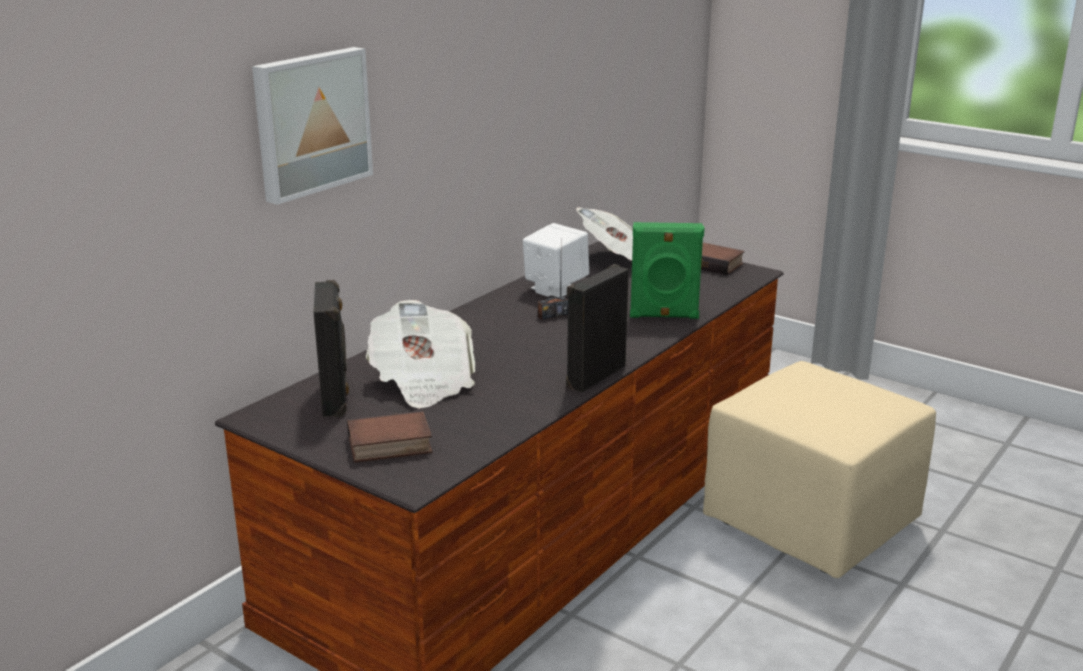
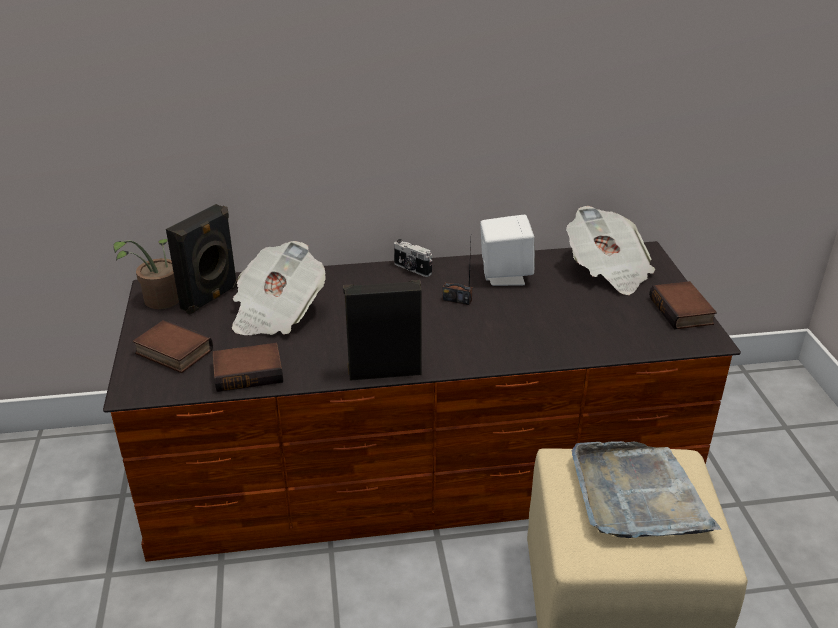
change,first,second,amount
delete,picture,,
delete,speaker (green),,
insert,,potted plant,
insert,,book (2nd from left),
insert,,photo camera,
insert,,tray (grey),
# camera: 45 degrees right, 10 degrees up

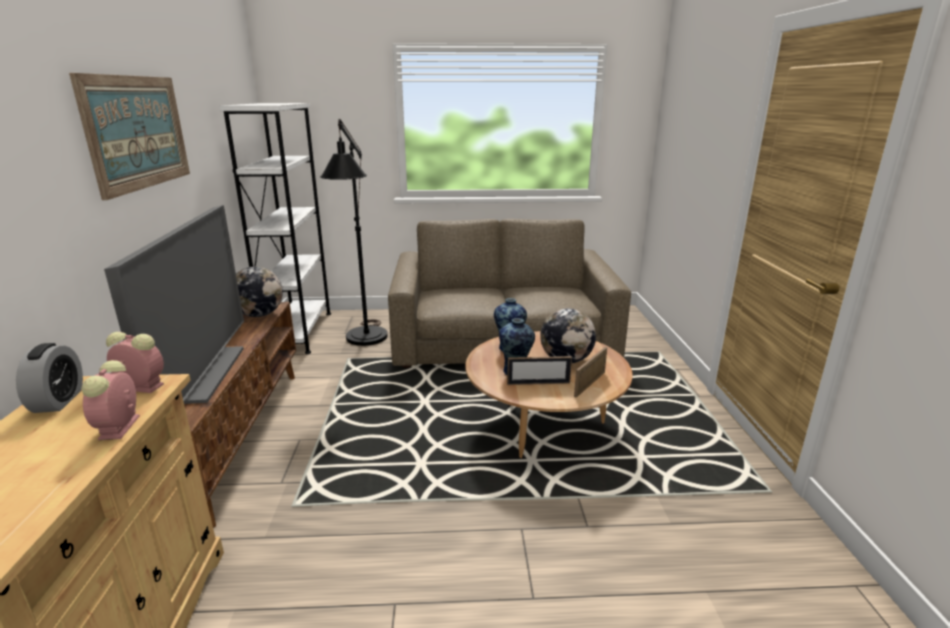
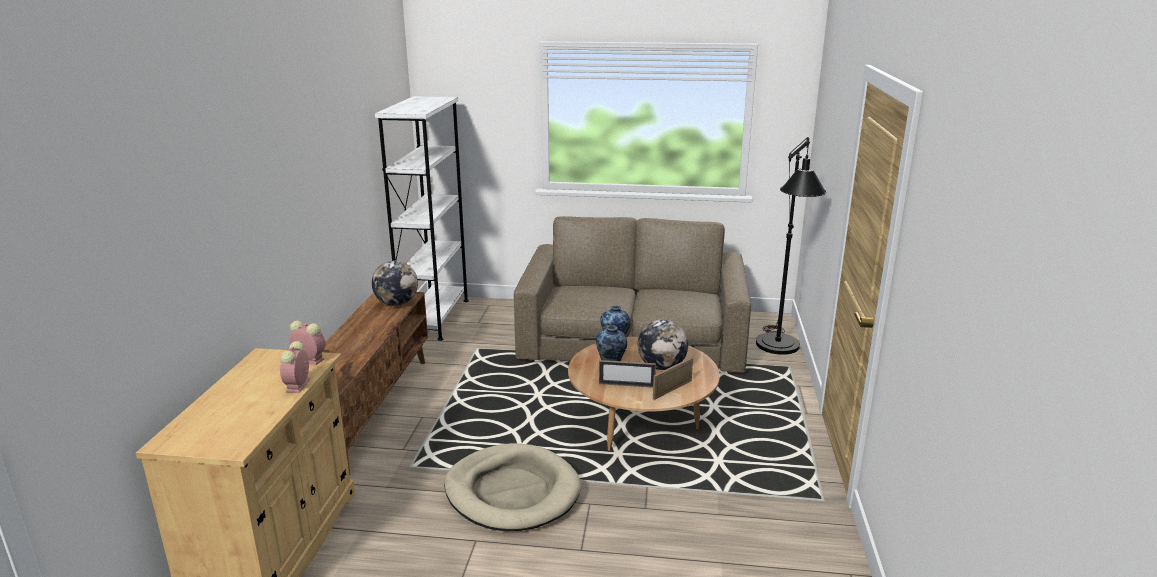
change,first,second,amount
delete,alarm clock (1st from left),,
delete,picture,,
delete,television,,
insert,,dog bed (beige),
move,floor lamp (black),,
# camera: 10 degrees right, 0 degrees up

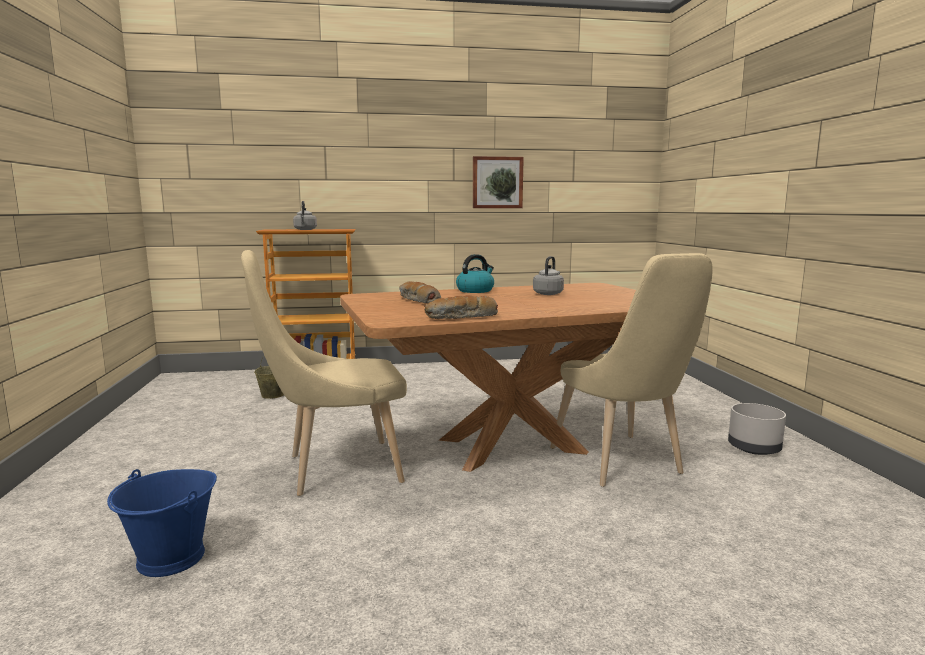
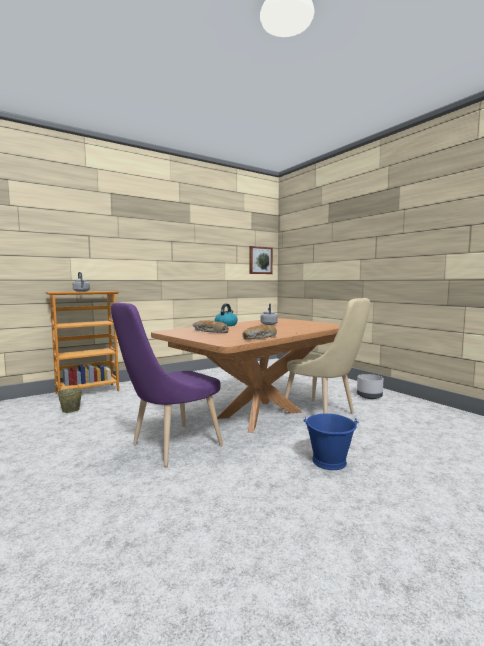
change,first,second,amount
move,bucket (blue),,
move,picture,,
recolor,chair (beige) (1st from left),chair (purple),
# camera: 25 degrees left, 5 degrees down

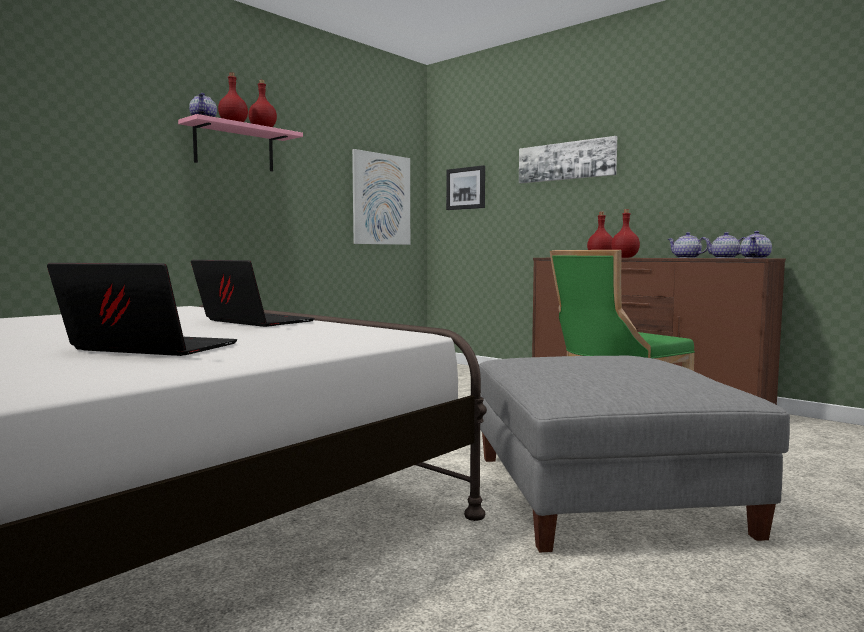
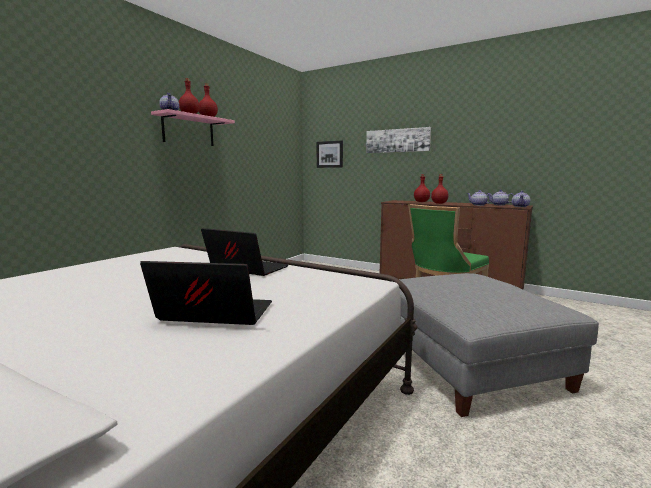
change,first,second,amount
delete,picture (1st from left),,
# camera: 10 degrees left, 5 degrees up

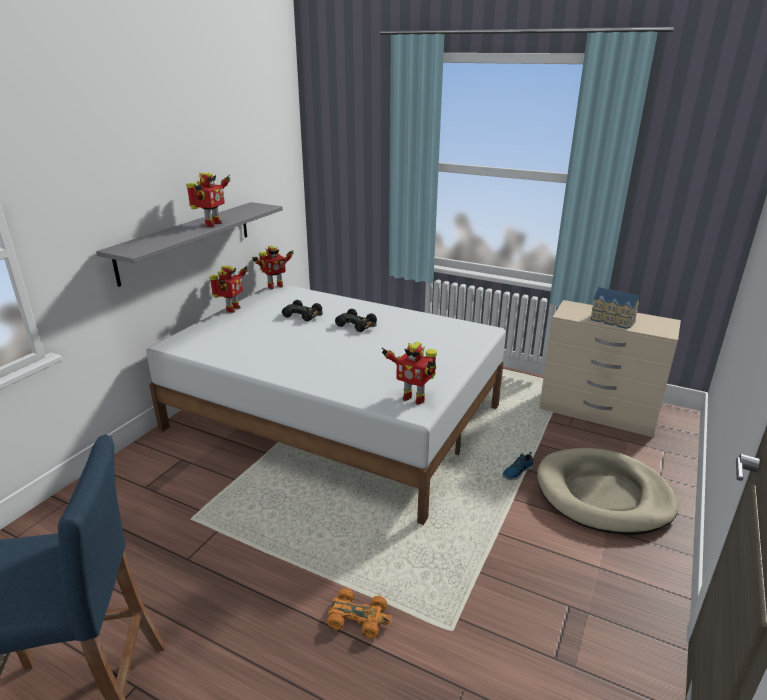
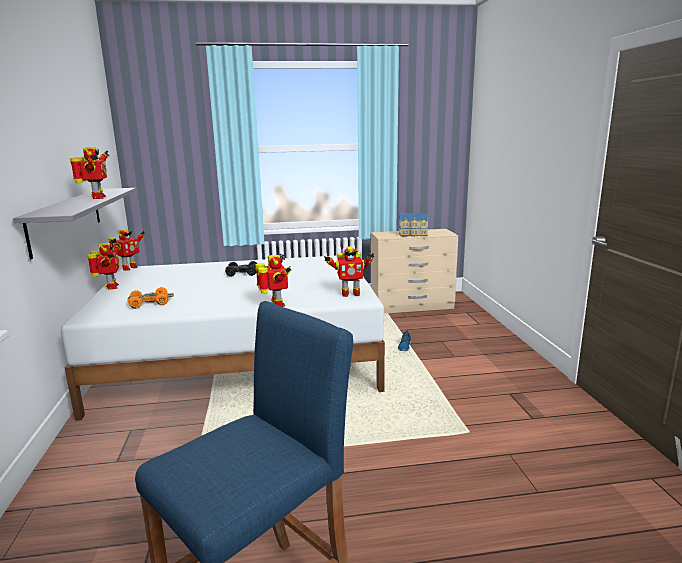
change,first,second,amount
delete,toy car (black) (1st from left),,
delete,dog bed (beige),,
insert,,toy robot (4th from left),
move,toy car (orange),,
# camera: 35 degrees left, 10 degrees down

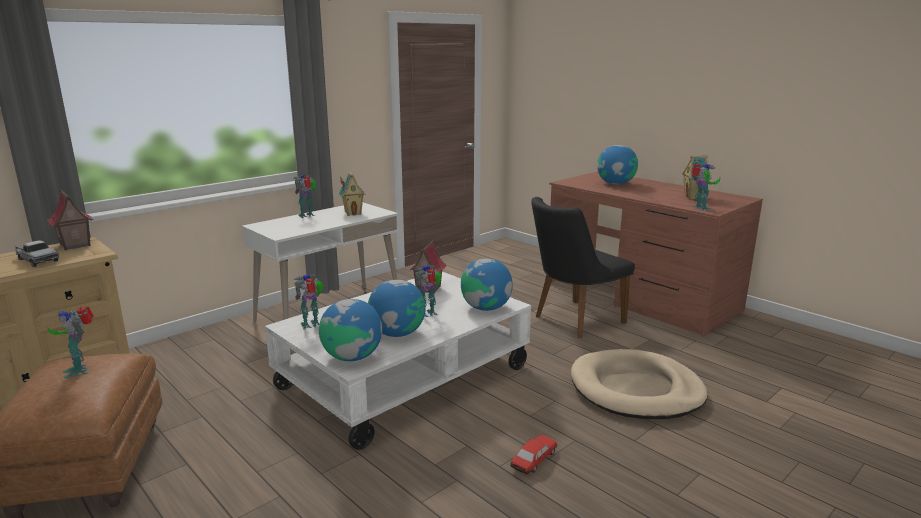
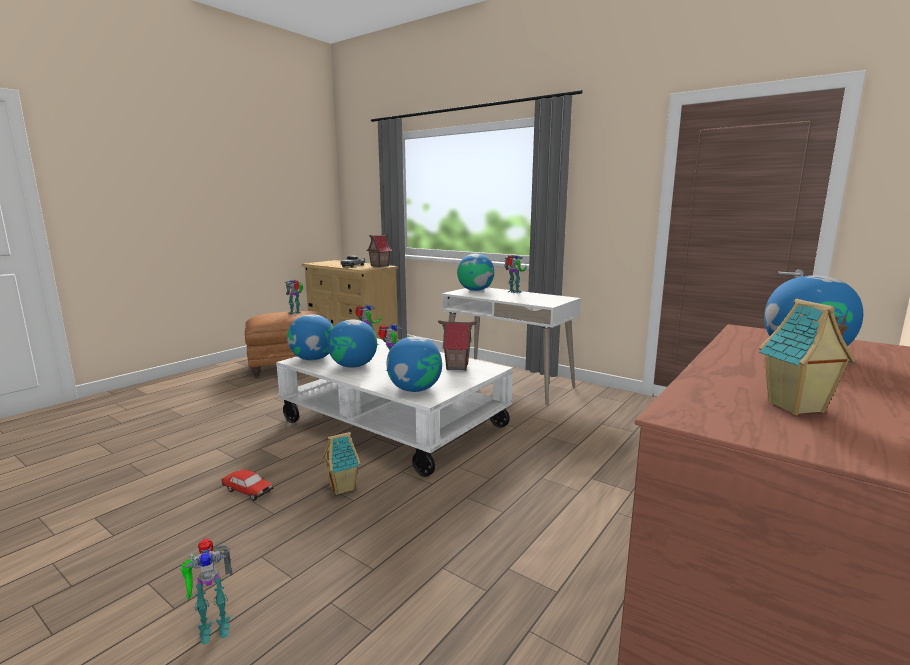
change,first,second,amount
delete,chair (black),,
delete,dog bed (beige),,
insert,,globe (4th from left),
move,toy house (2nd from left in the first image),toy house (1st from left),
move,toy robot (5th from left in the first image),toy robot (1st from left),
# camera: 80 degrees right, 5 degrees down

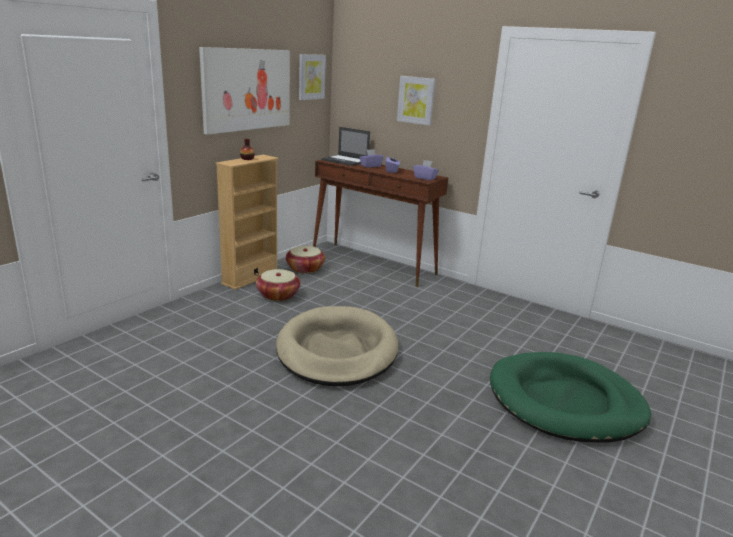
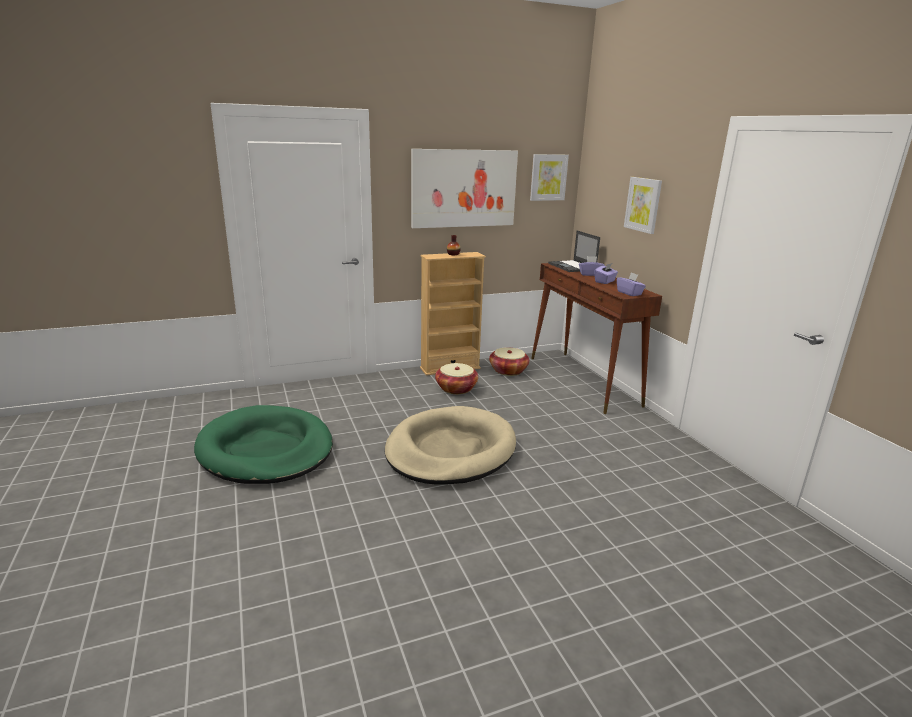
change,first,second,amount
move,dog bed (green),,
# camera: 35 degrees right, 0 degrees up

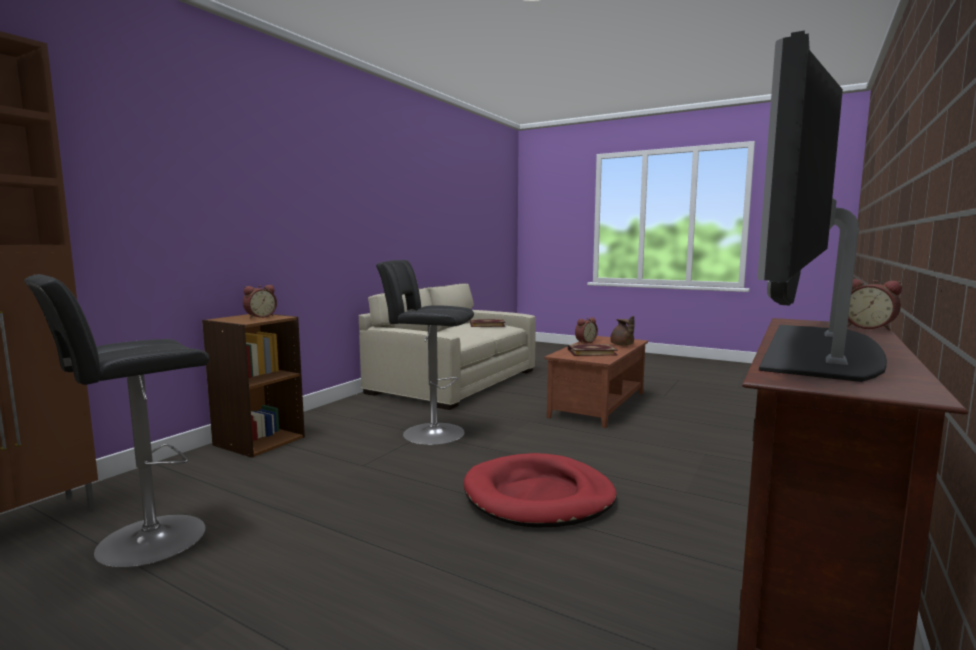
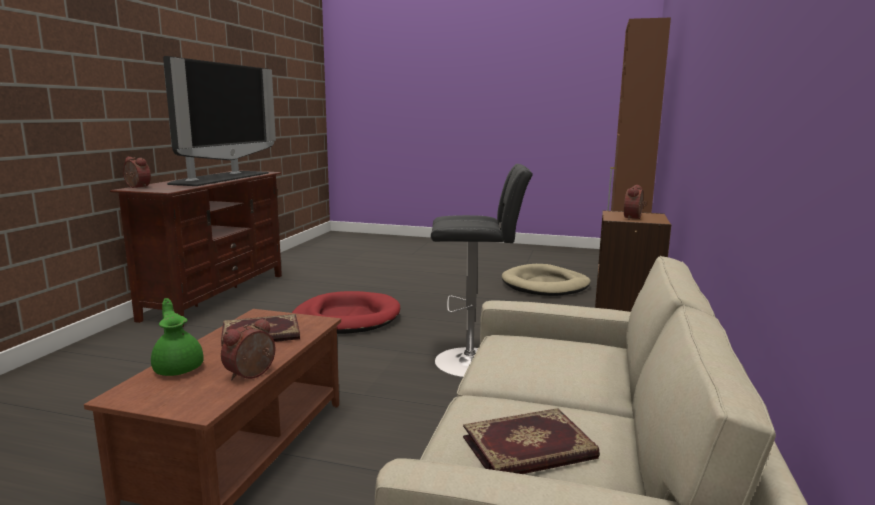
change,first,second,amount
replace,stool (black) (1st from left),dog bed (beige),
recolor,teapot (brown),teapot (green),
# camera: 165 degrees right, 5 degrees up

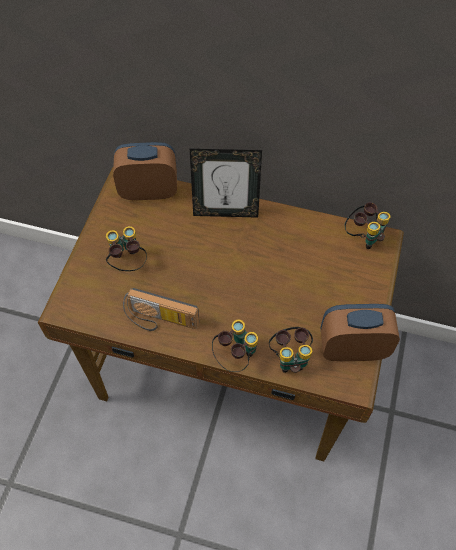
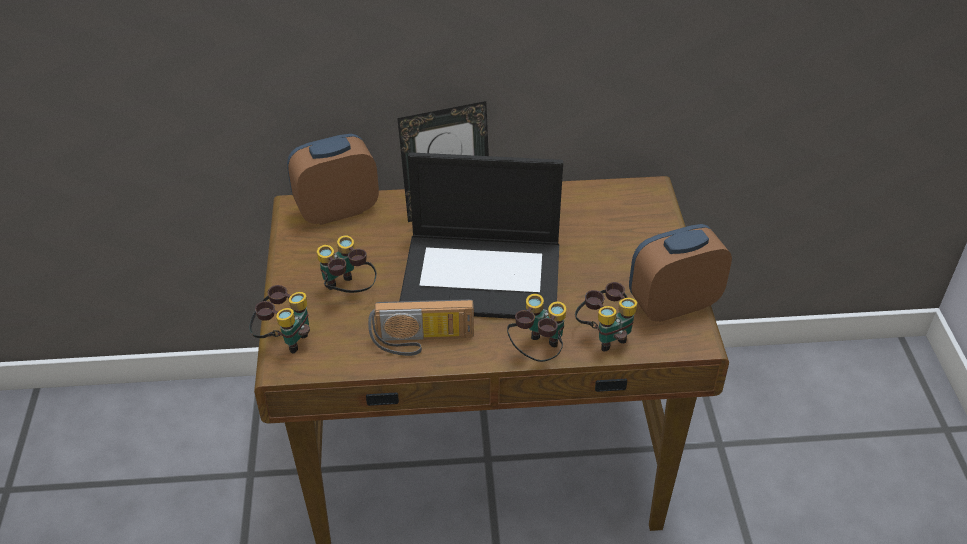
change,first,second,amount
insert,,laptop,
move,binoculars (4th from left in the first image),binoculars (1st from left),
# camera: 20 degrees left, 15 degrees down

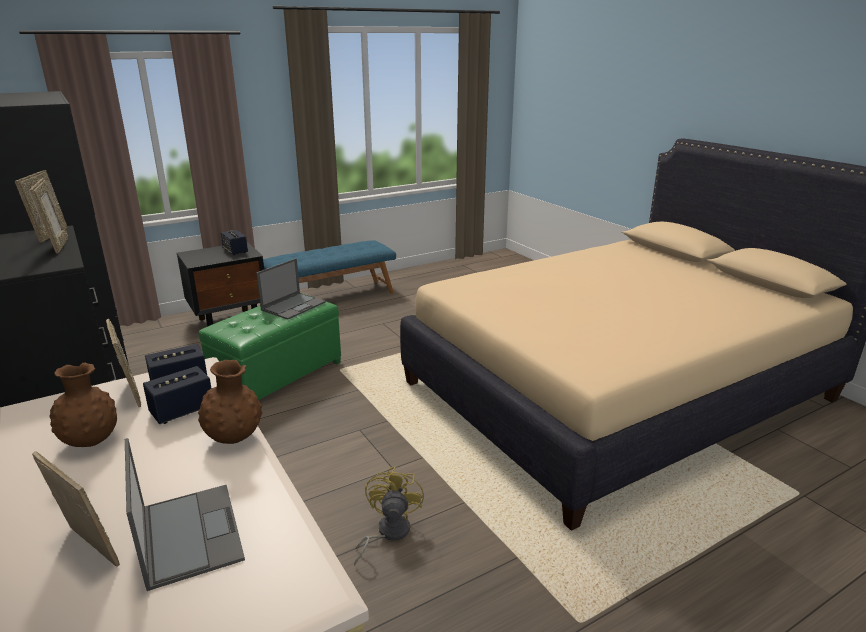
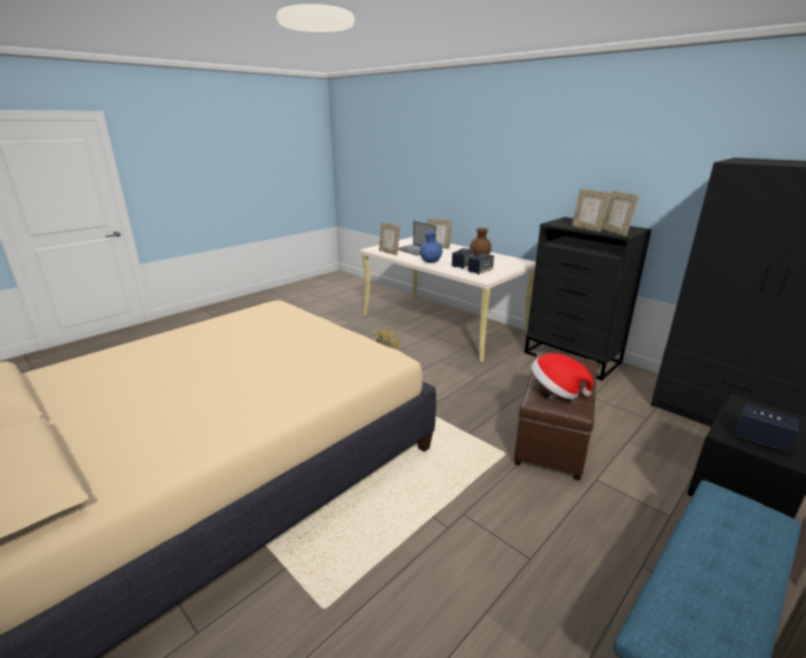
change,first,second,amount
move,picture frame (4th from left in the first image),picture frame (1st from left),
replace,laptop (2nd from left),hat,
recolor,vase (brown) (2nd from left),vase (blue),
recolor,ottoman (green),ottoman (brown),
# camera: 165 degrees right, 0 degrees up

